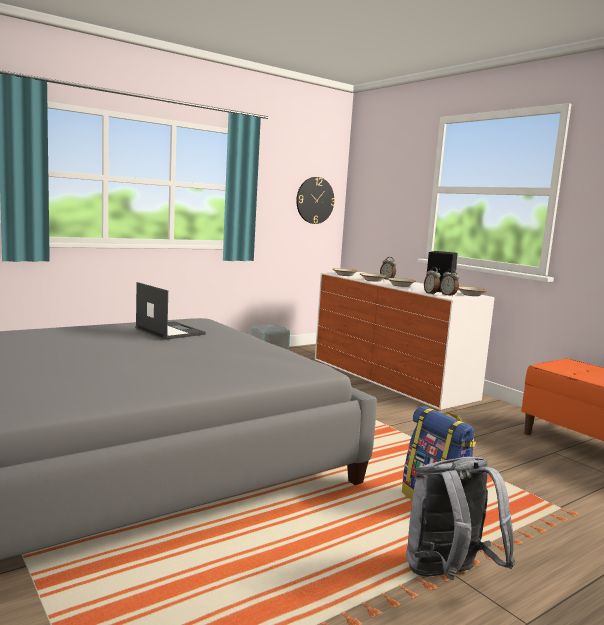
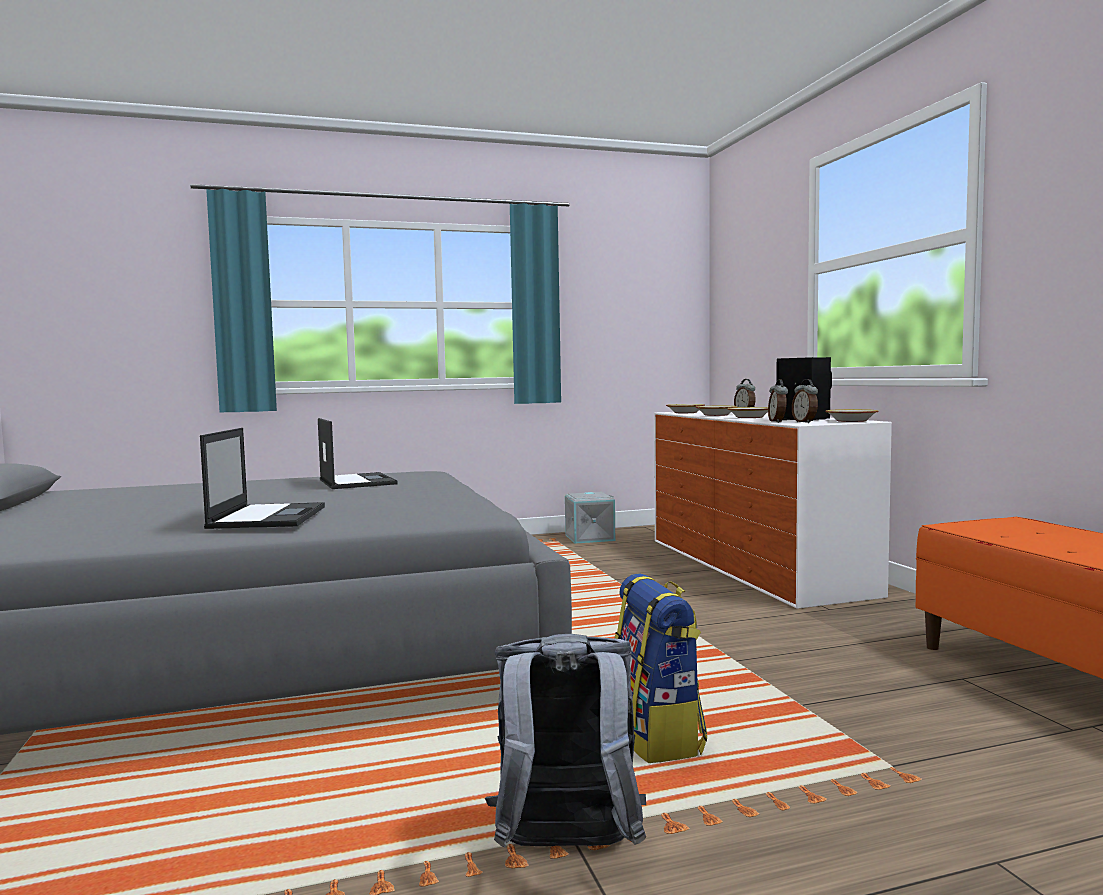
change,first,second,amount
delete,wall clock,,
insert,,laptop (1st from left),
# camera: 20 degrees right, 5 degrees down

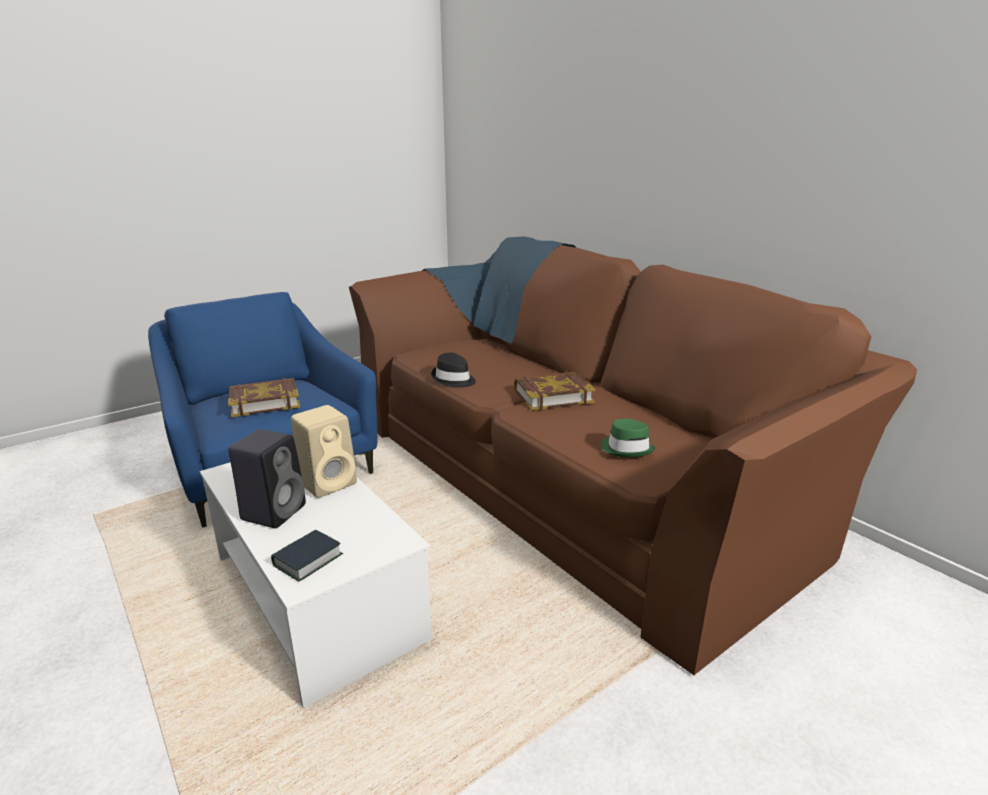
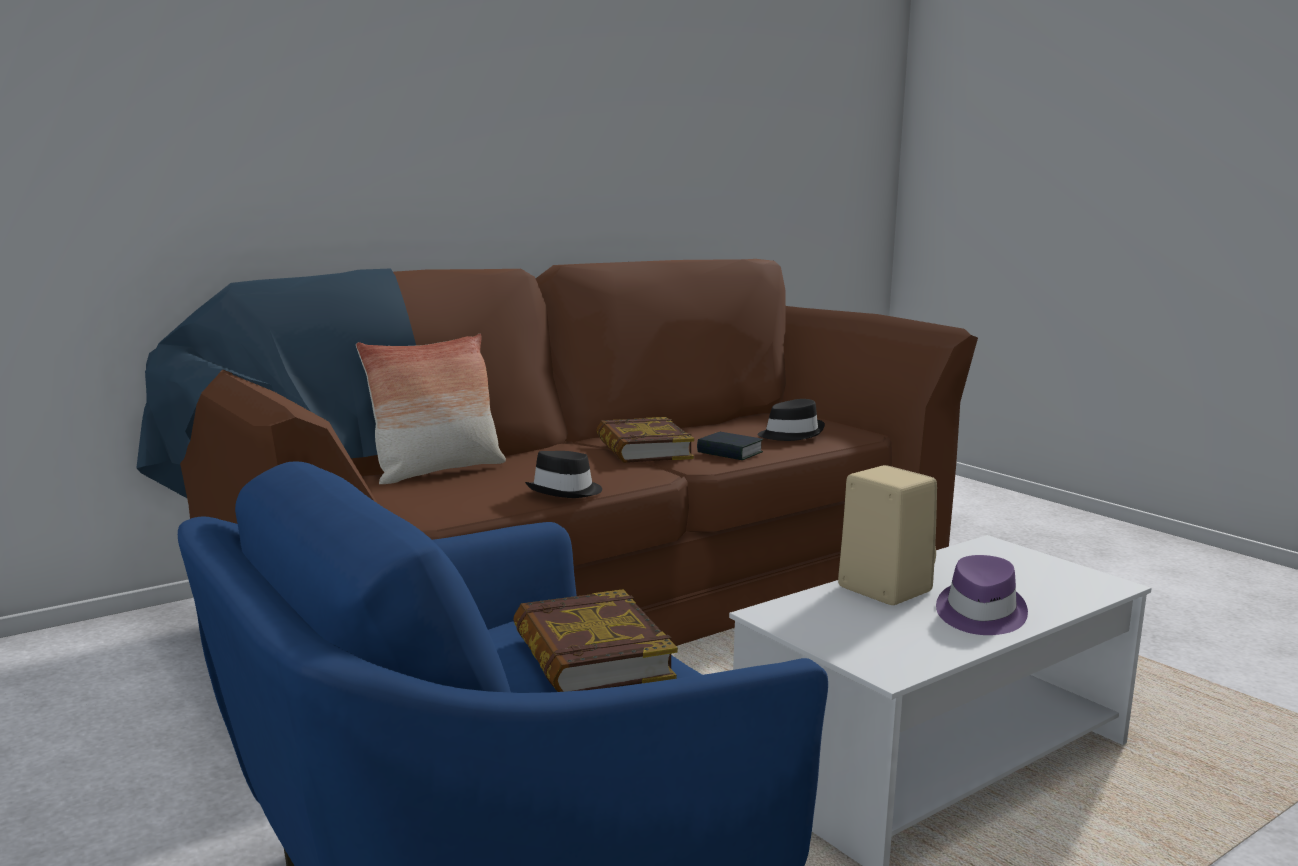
change,first,second,amount
insert,,pillow,
move,book (2nd from left in the first image),book (3rd from left),
replace,speaker (black),hat (purple),
recolor,hat (green),hat (black) (2nd from left),
# camera: 90 degrees left, 10 degrees down

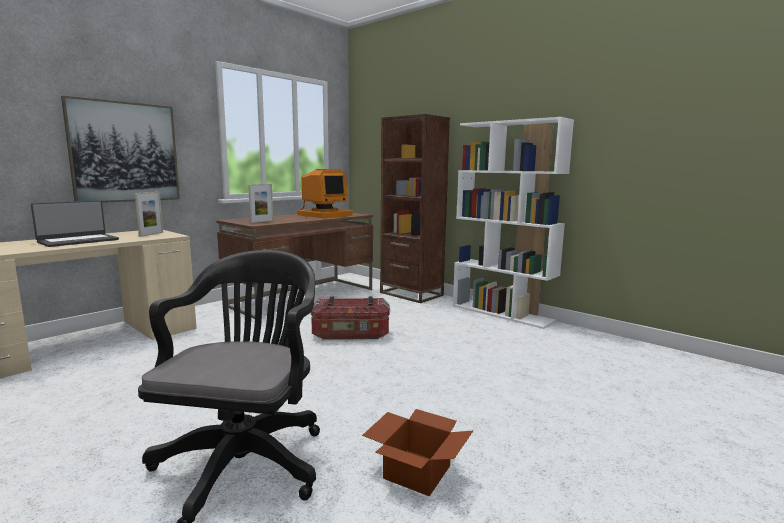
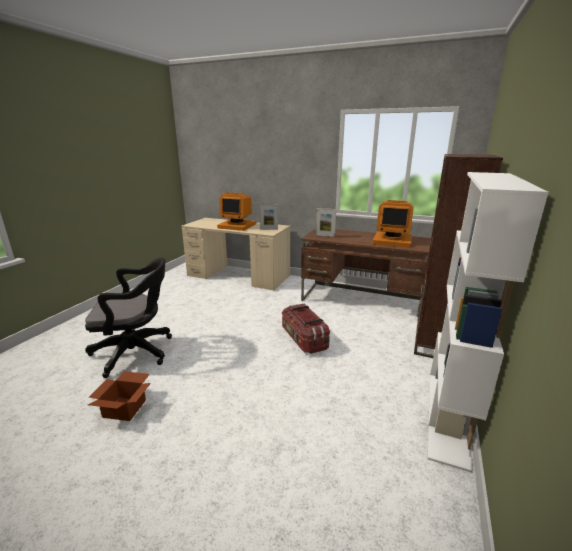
change,first,second,amount
delete,picture,,
replace,laptop,monitor (1st from left),
# camera: 70 degrees right, 10 degrees up

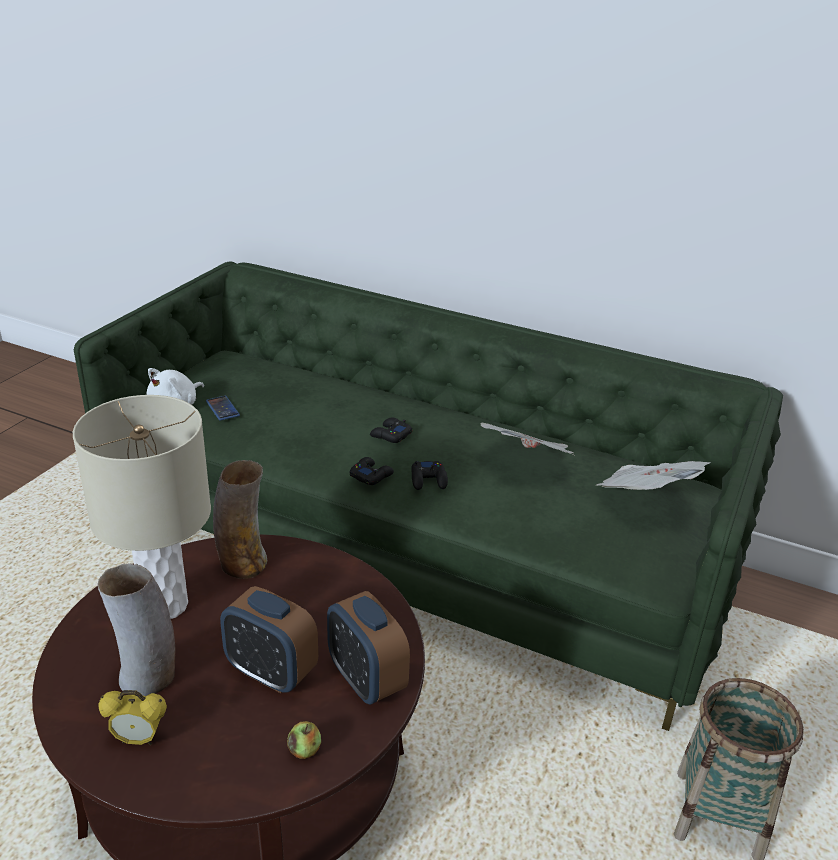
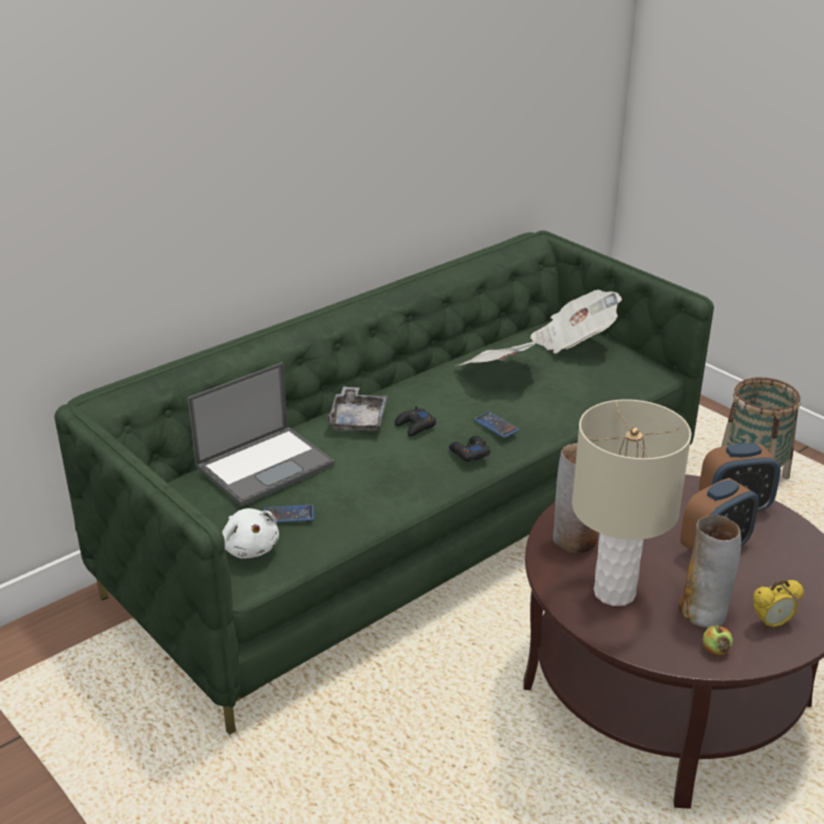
change,first,second,amount
insert,,laptop,
insert,,tray (grey),
move,apple,,
replace,game controller (black) (3rd from left),phone (2nd from left),
rotate,alarm clock (1st from left in the first image),alarm clock (3rd from left),45 degrees clockwise
# camera: 65 degrees left, 0 degrees up

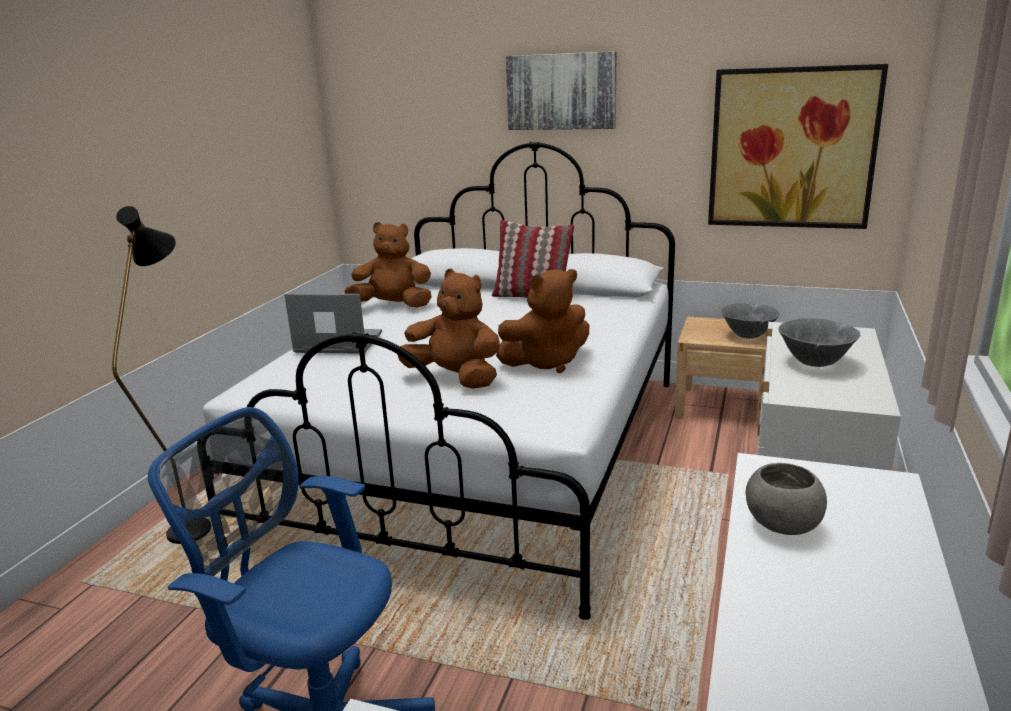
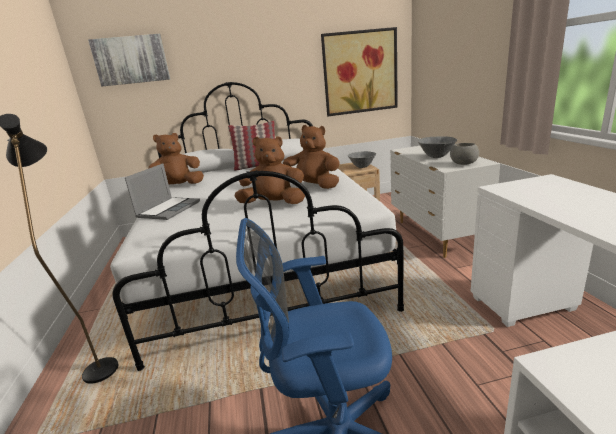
change,first,second,amount
move,picture (1st from left),,
move,bowl (grey) (2nd from left in the first image),bowl (grey) (3rd from left),
rotate,laptop,,135 degrees clockwise
rotate,plush toy (brown) (3rd from left),,105 degrees counterclockwise
# camera: 30 degrees left, 0 degrees up

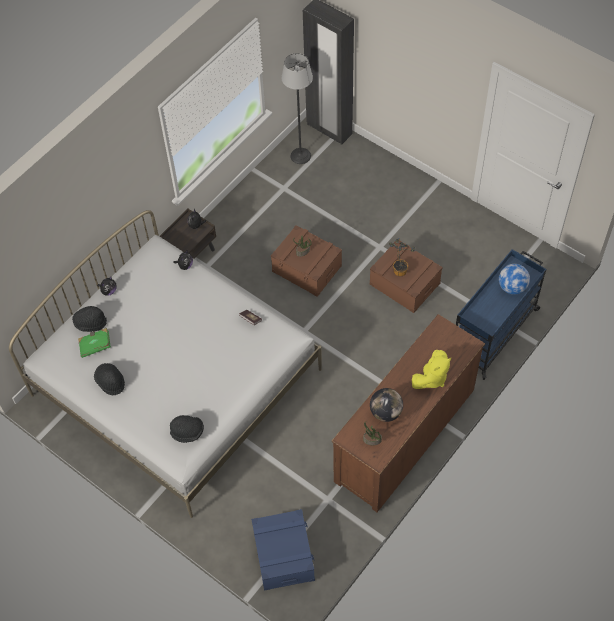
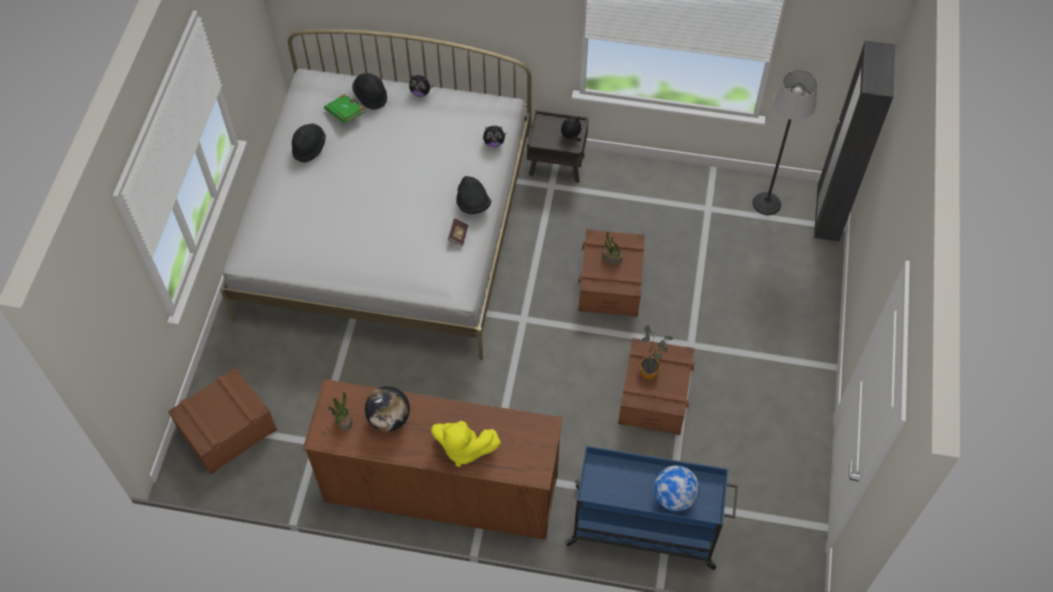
change,first,second,amount
move,hat (black) (3rd from left),,
recolor,storage box (blue),storage box (brown) (1st from left),
# camera: 60 degrees right, 0 degrees up

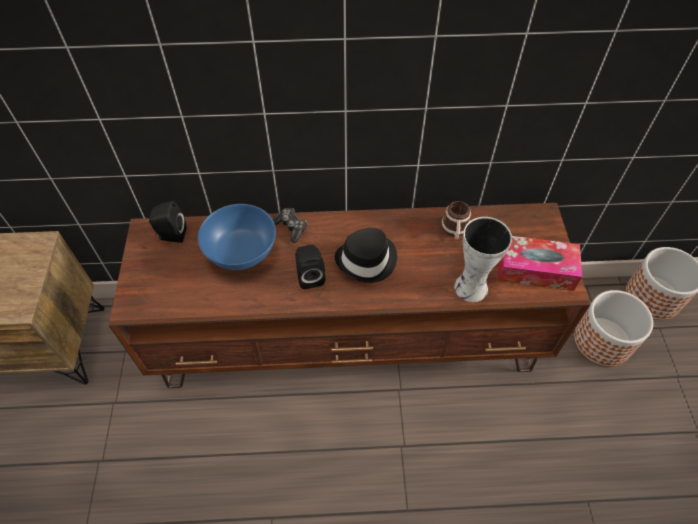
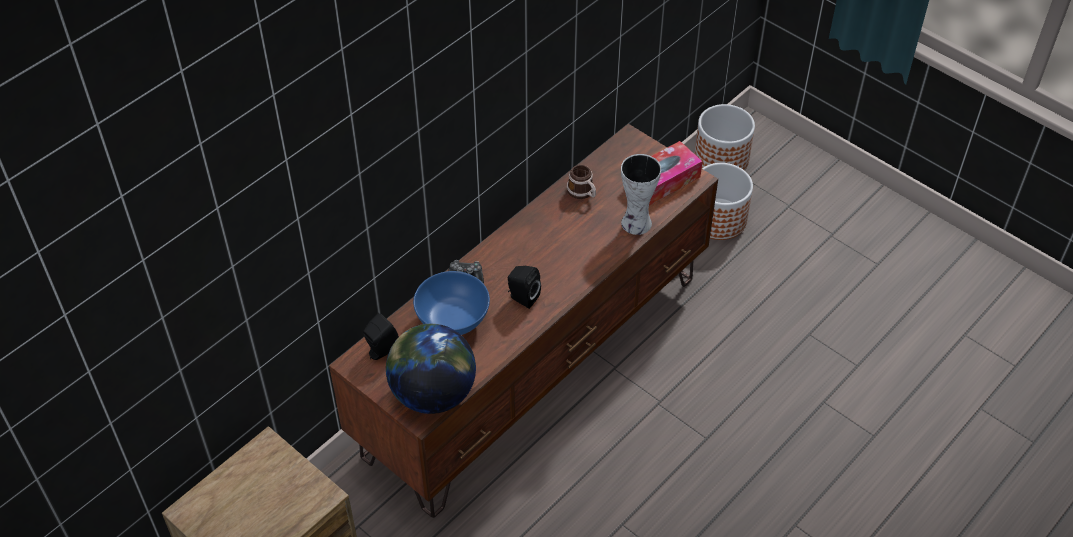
change,first,second,amount
delete,hat (black),,
insert,,globe,
# camera: 45 degrees left, 5 degrees down

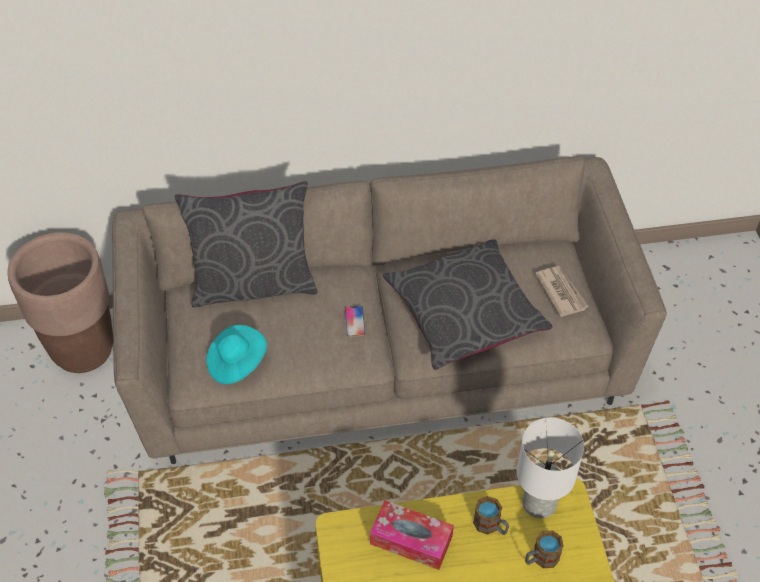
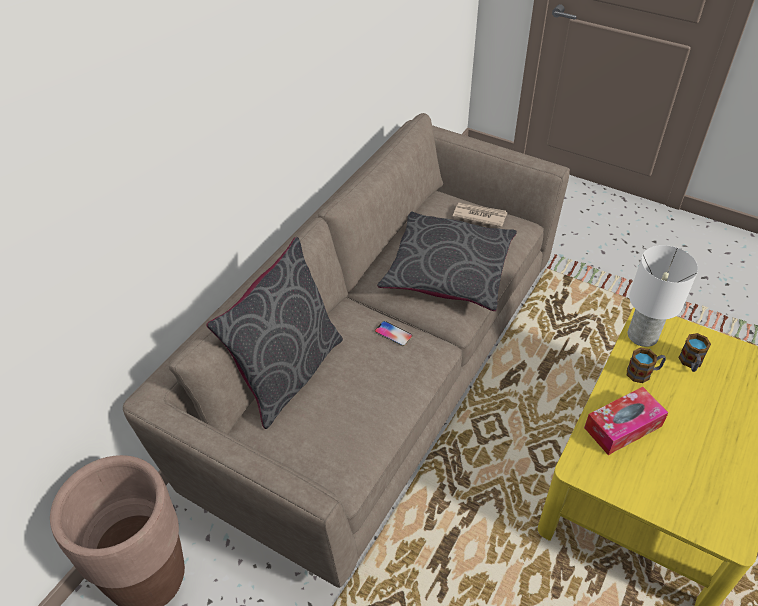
change,first,second,amount
delete,hat (turquoise),,
# camera: 50 degrees left, 5 degrees down

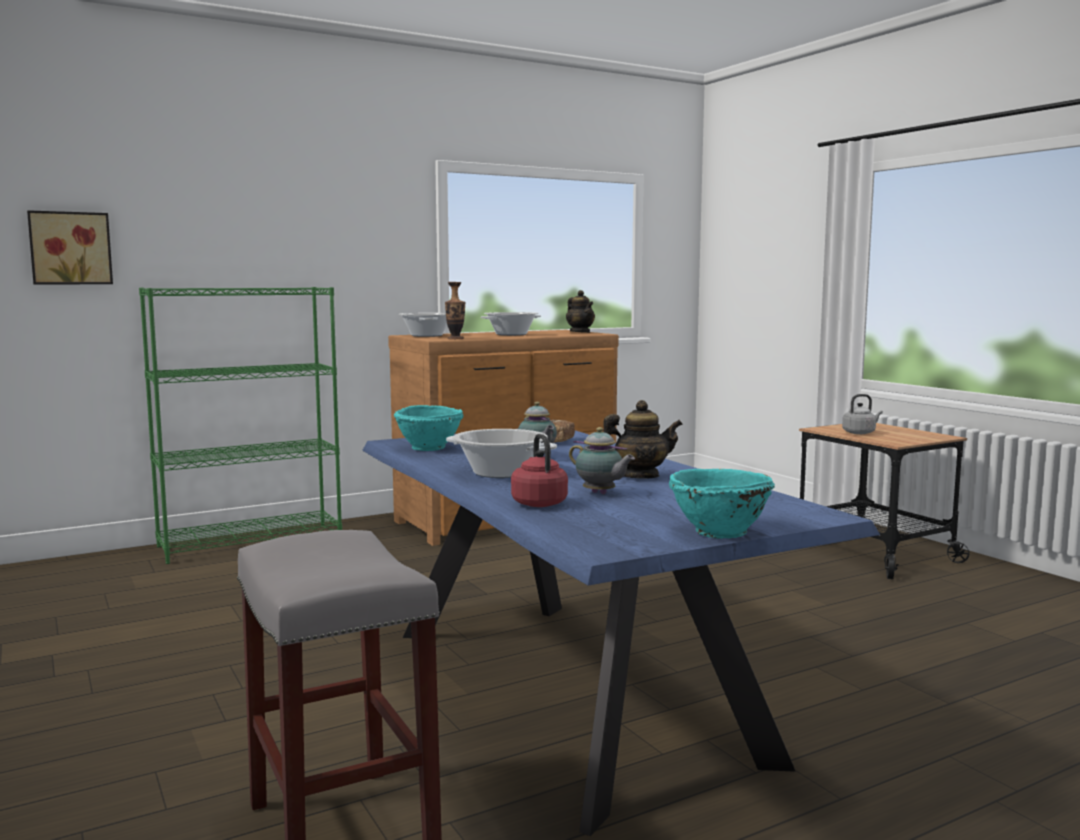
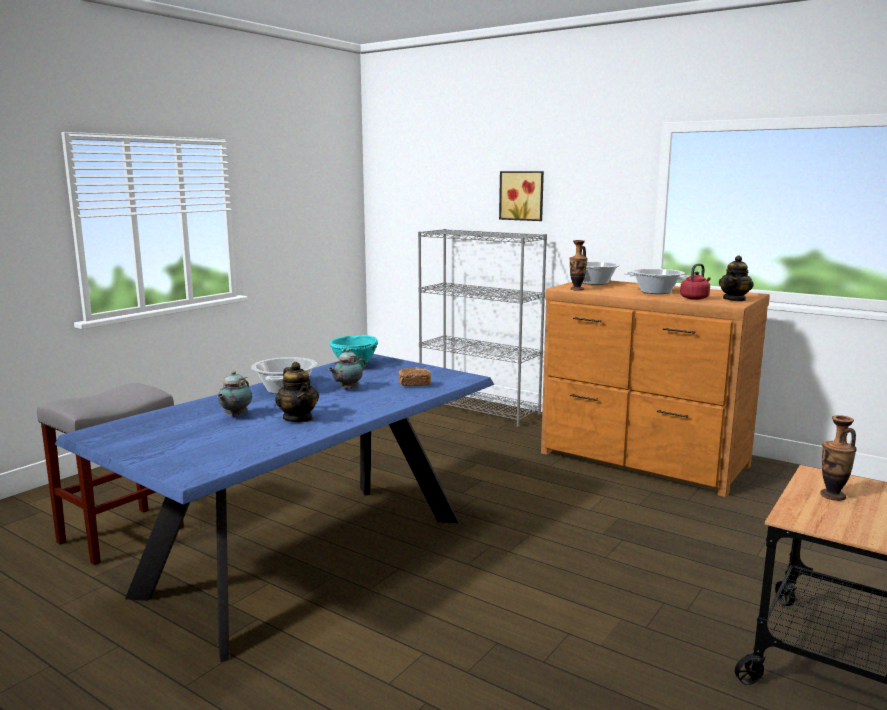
change,first,second,amount
delete,bowl (turquoise) (2nd from left),,
move,picture,,
move,kettle (red),,
replace,kettle (grey),vase (2nd from left),
recolor,bookcase (green),bookcase (grey),
# camera: 65 degrees right, 5 degrees up

